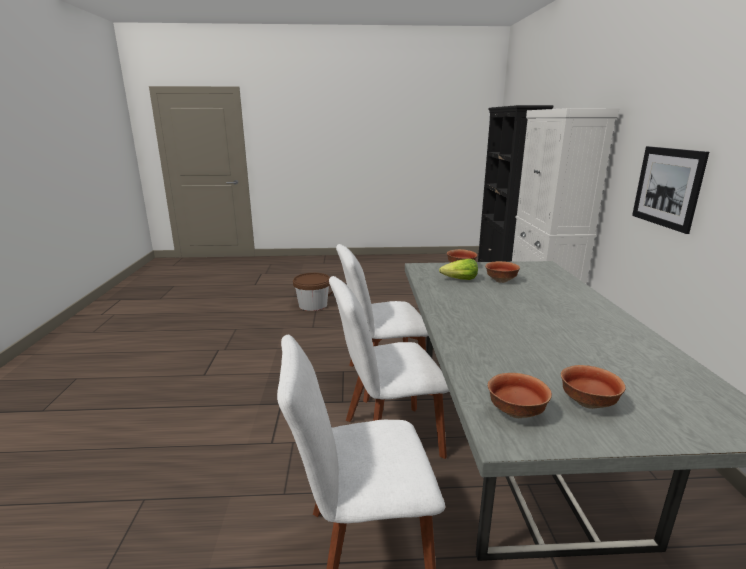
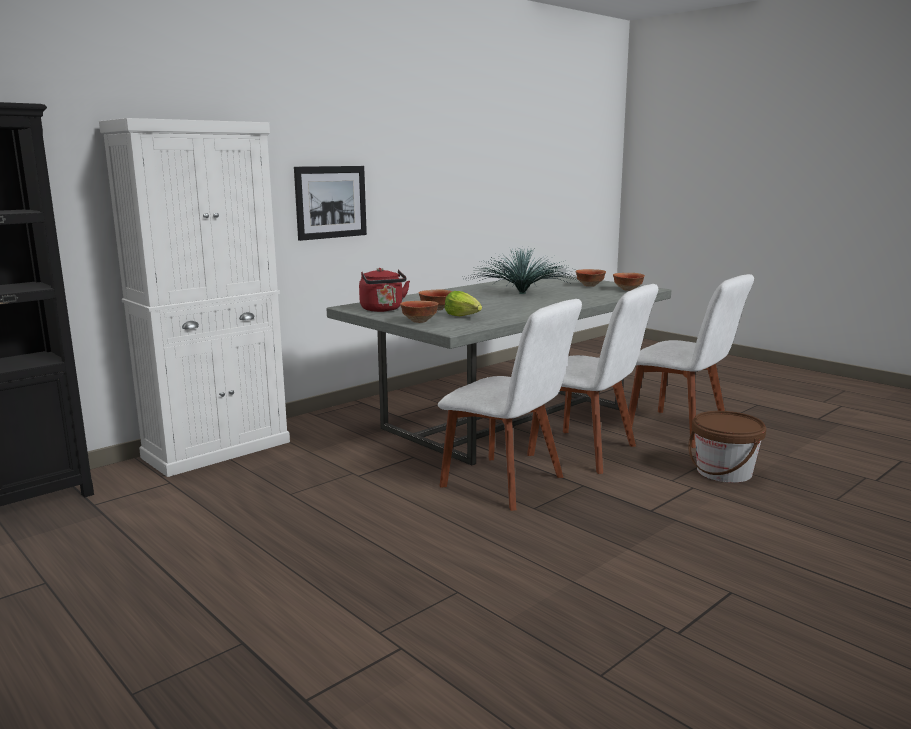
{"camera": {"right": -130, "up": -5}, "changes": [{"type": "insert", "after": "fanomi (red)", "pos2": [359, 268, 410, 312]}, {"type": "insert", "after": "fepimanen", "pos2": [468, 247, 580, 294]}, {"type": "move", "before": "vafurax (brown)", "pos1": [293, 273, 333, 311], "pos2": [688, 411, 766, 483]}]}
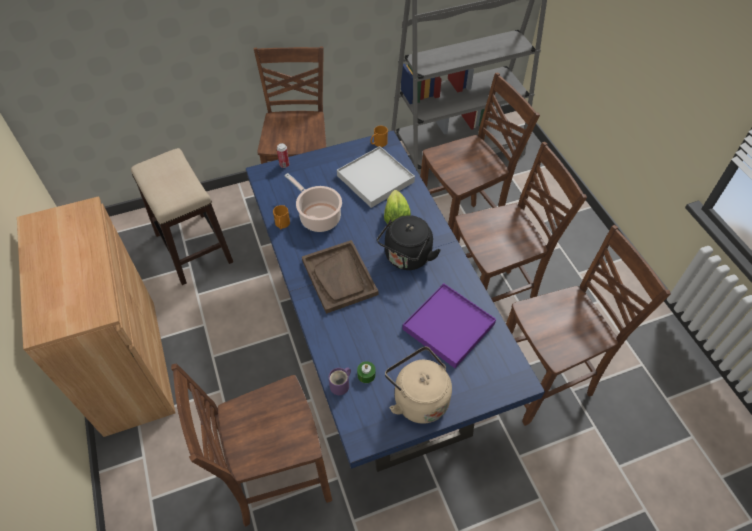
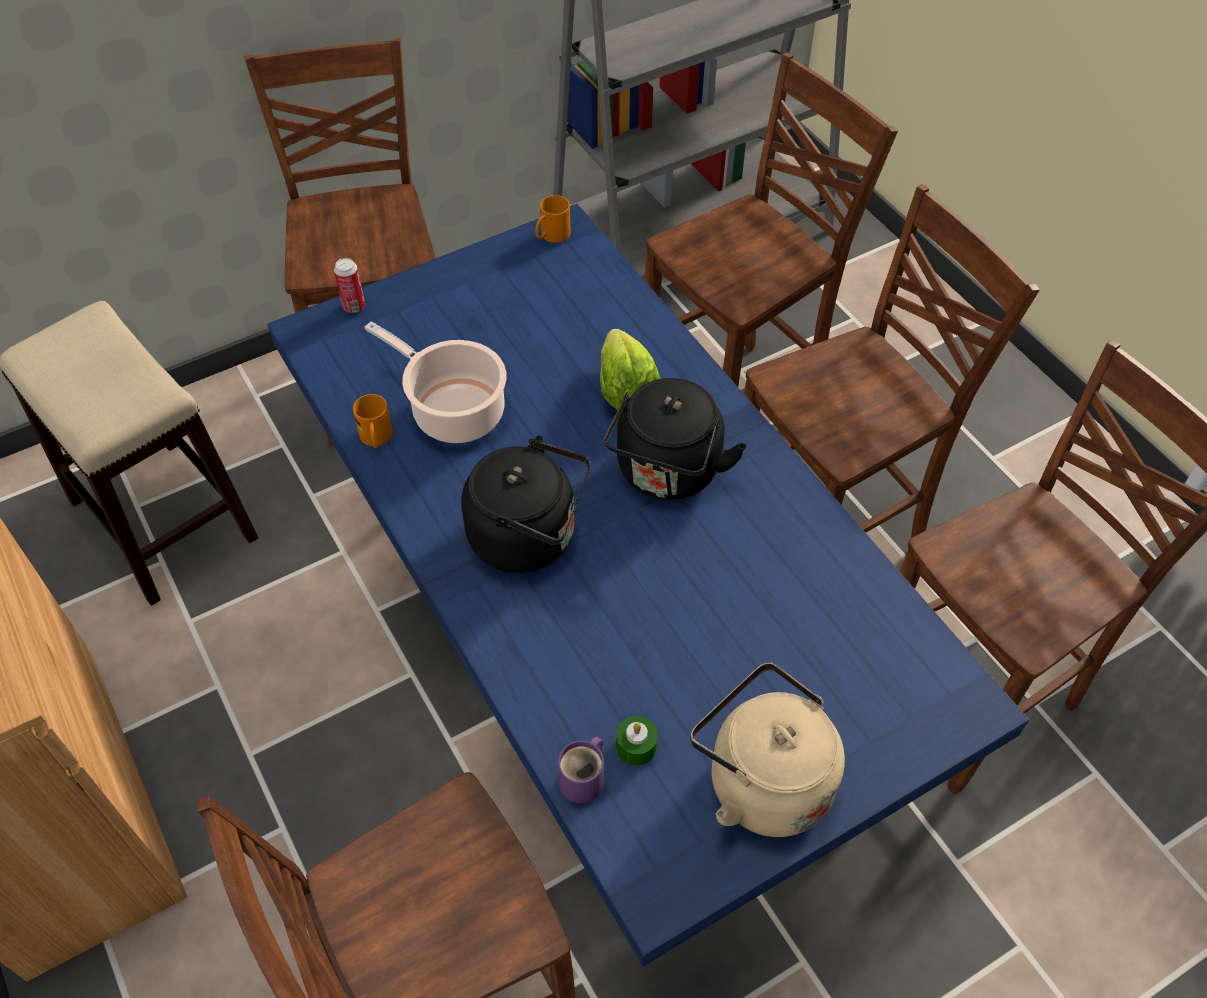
{"camera": {"right": -10, "up": 0}, "changes": [{"type": "replace", "before": "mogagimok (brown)", "after": "fanomi (black)", "pos1": [302, 240, 378, 314], "pos2": [461, 435, 590, 573]}, {"type": "delete", "before": "mogagimok (white)", "pos1": [337, 146, 415, 208]}, {"type": "delete", "before": "mogagimok (purple)", "pos1": [403, 283, 496, 368]}]}
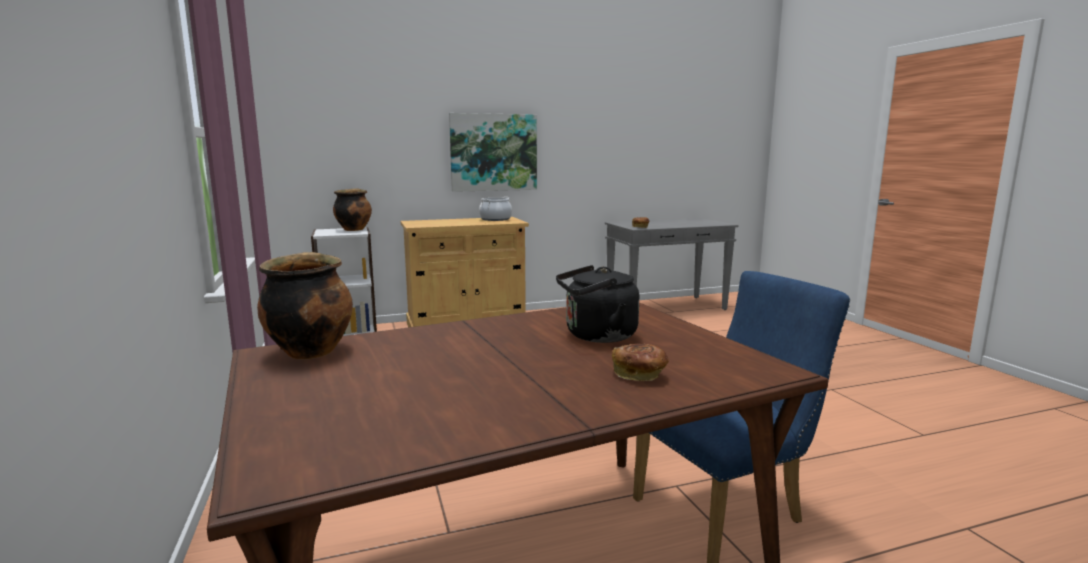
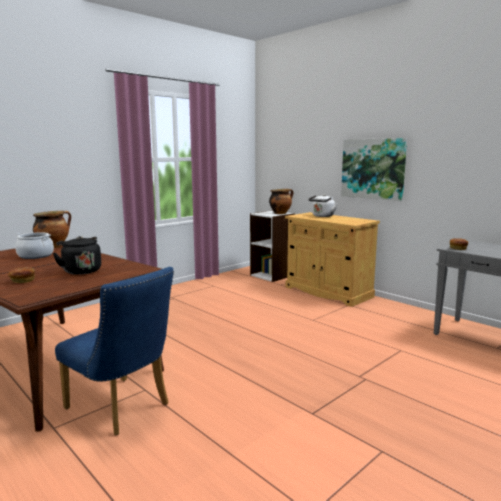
{"camera": {"right": 65, "up": 0}, "changes": [{"type": "move", "before": "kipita", "pos1": [479, 197, 512, 221], "pos2": [15, 232, 54, 259]}, {"type": "insert", "after": "fanomi (white)", "pos2": [309, 195, 338, 217]}]}
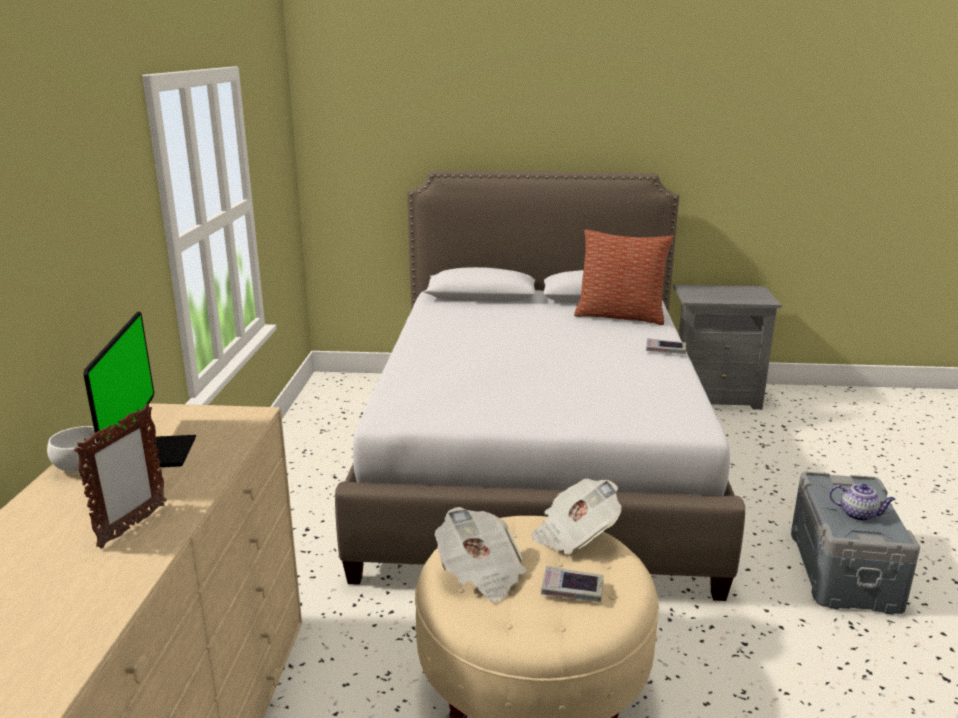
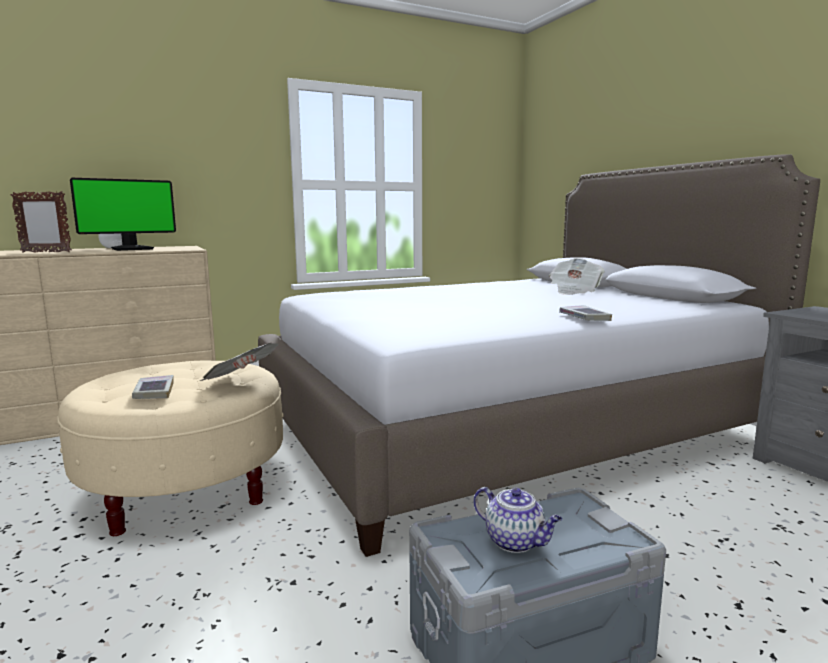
{"camera": {"right": 60, "up": -10}, "changes": [{"type": "rotate", "before": "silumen", "pos1": [829, 484, 896, 521], "pos2": [474, 487, 562, 553], "turn": -45}, {"type": "move", "before": "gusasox", "pos1": [435, 507, 527, 602], "pos2": [549, 258, 605, 295]}, {"type": "delete", "before": "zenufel", "pos1": [574, 230, 673, 325]}]}
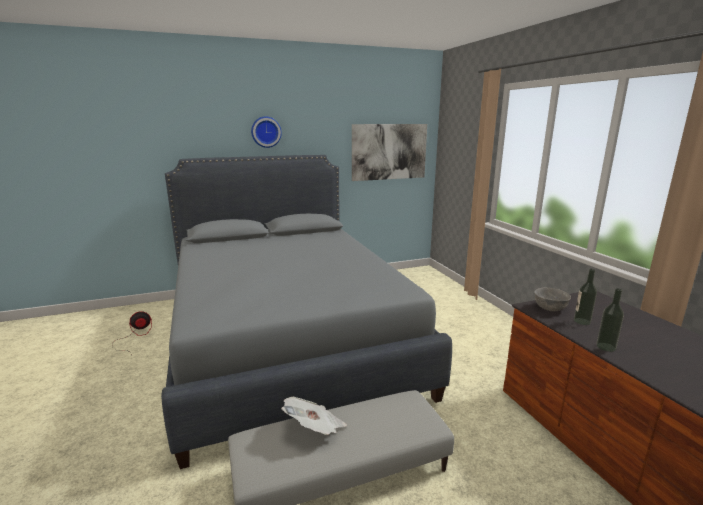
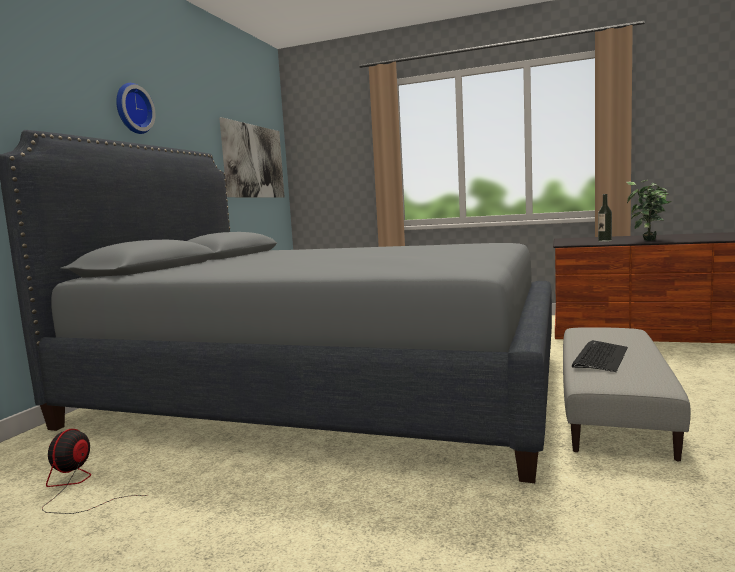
{"camera": {"right": -50, "up": -10}, "changes": [{"type": "replace", "before": "gusasox", "after": "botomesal", "pos1": [281, 397, 347, 435], "pos2": [572, 340, 628, 372]}, {"type": "replace", "before": "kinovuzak", "after": "fepimanen", "pos1": [596, 288, 624, 352], "pos2": [627, 180, 672, 241]}, {"type": "delete", "before": "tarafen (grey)", "pos1": [534, 287, 571, 311]}]}
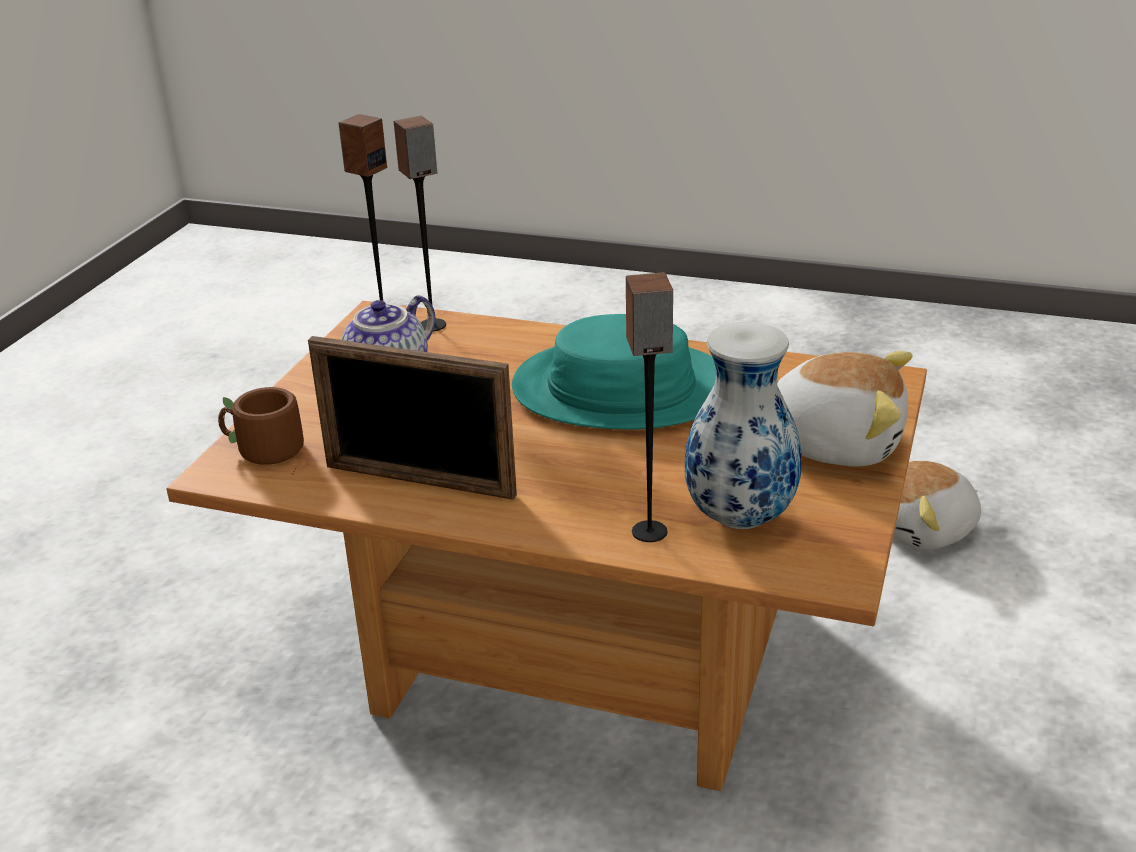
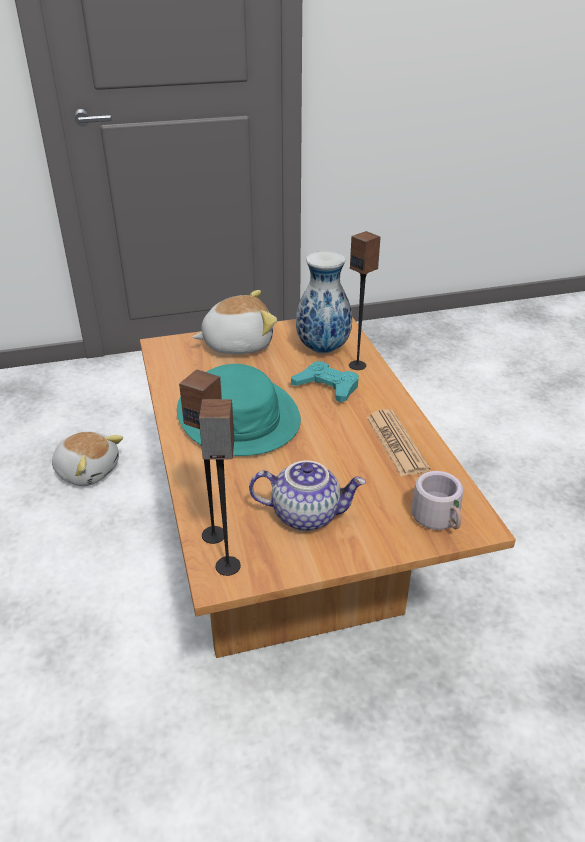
{"camera": {"right": -125, "up": 5}, "changes": [{"type": "rotate", "before": "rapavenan", "pos1": [777, 351, 912, 466], "pos2": [192, 290, 277, 354], "turn": 90}, {"type": "insert", "after": "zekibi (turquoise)", "pos2": [291, 361, 359, 402]}, {"type": "replace", "before": "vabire", "after": "gusasox", "pos1": [308, 336, 517, 500], "pos2": [366, 409, 430, 476]}, {"type": "recolor", "before": "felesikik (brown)", "after": "felesikik (grey)", "pos1": [218, 387, 304, 475], "pos2": [412, 471, 463, 530]}]}
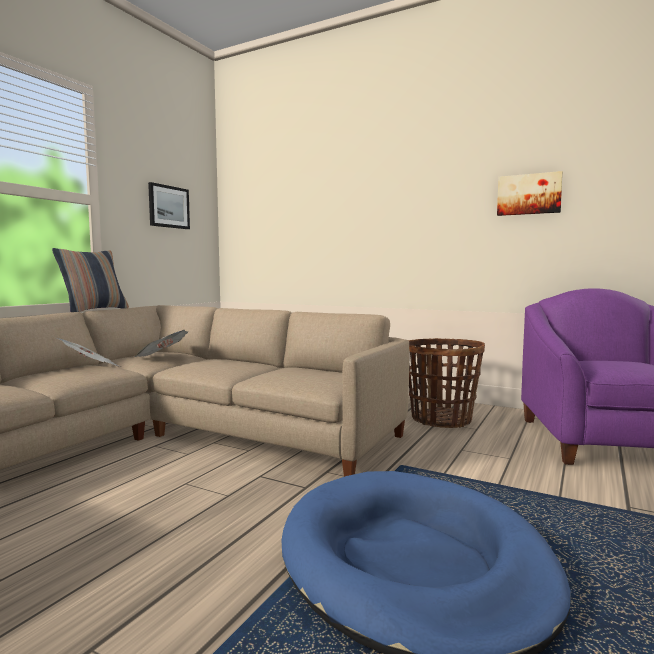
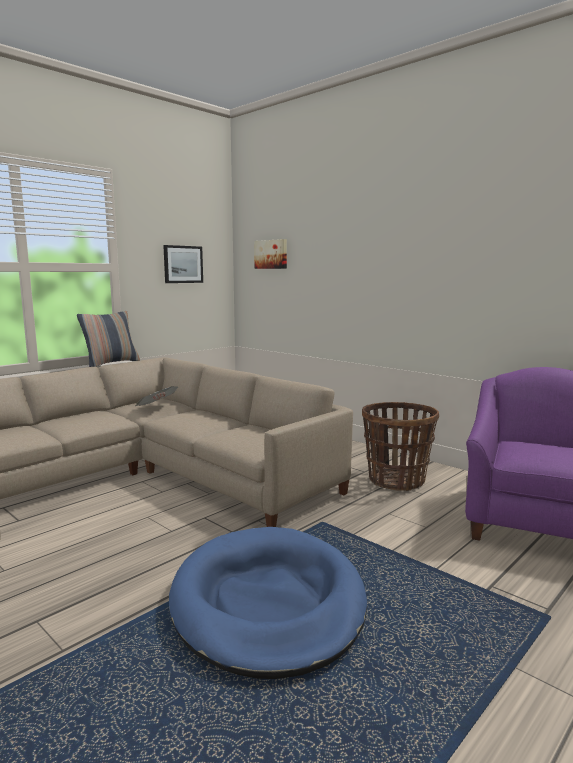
{"camera": {"right": 15, "up": 5}, "changes": [{"type": "move", "before": "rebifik", "pos1": [497, 171, 563, 216], "pos2": [254, 239, 287, 269]}, {"type": "delete", "before": "gusasox", "pos1": [57, 338, 122, 367]}]}
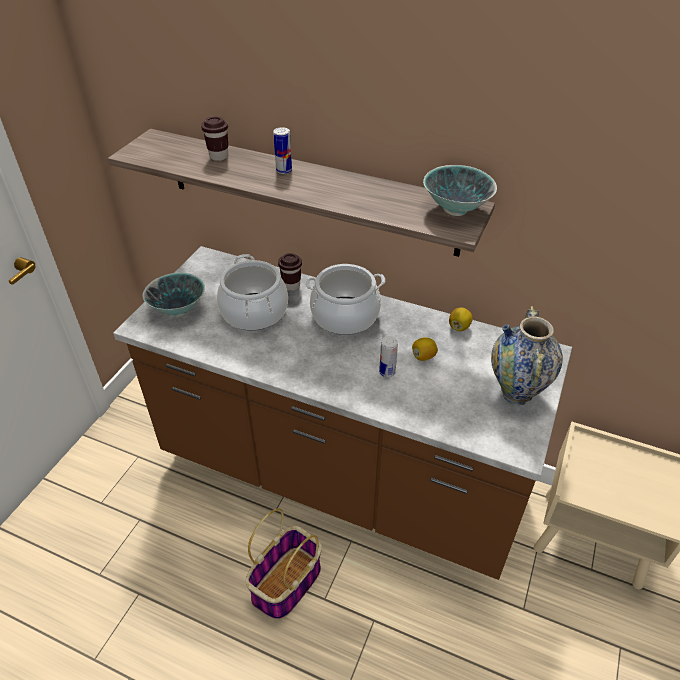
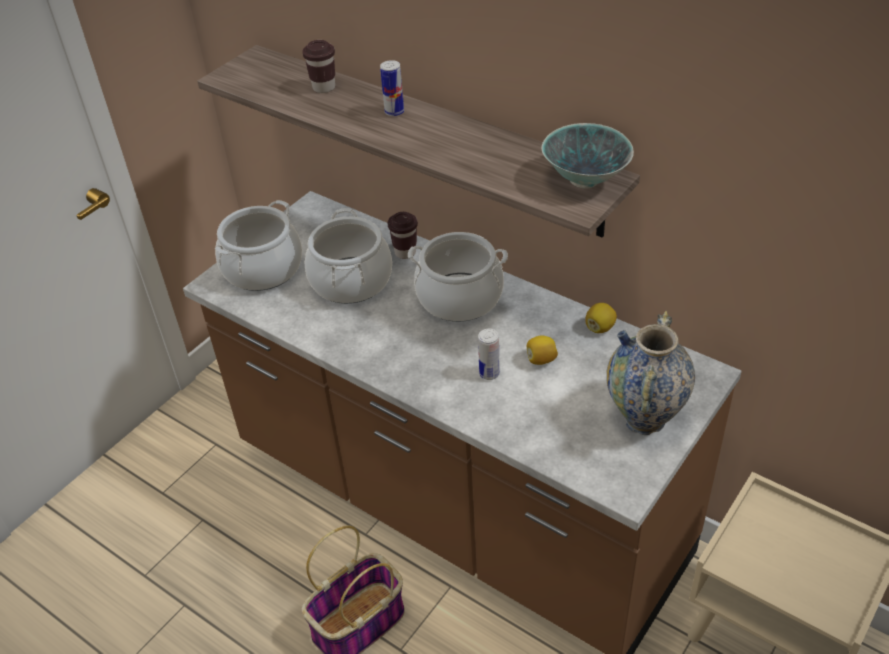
{"camera": {"right": 15, "up": 0}, "changes": [{"type": "replace", "before": "tarafen", "after": "kipita", "pos1": [143, 272, 205, 317], "pos2": [215, 200, 302, 291]}]}
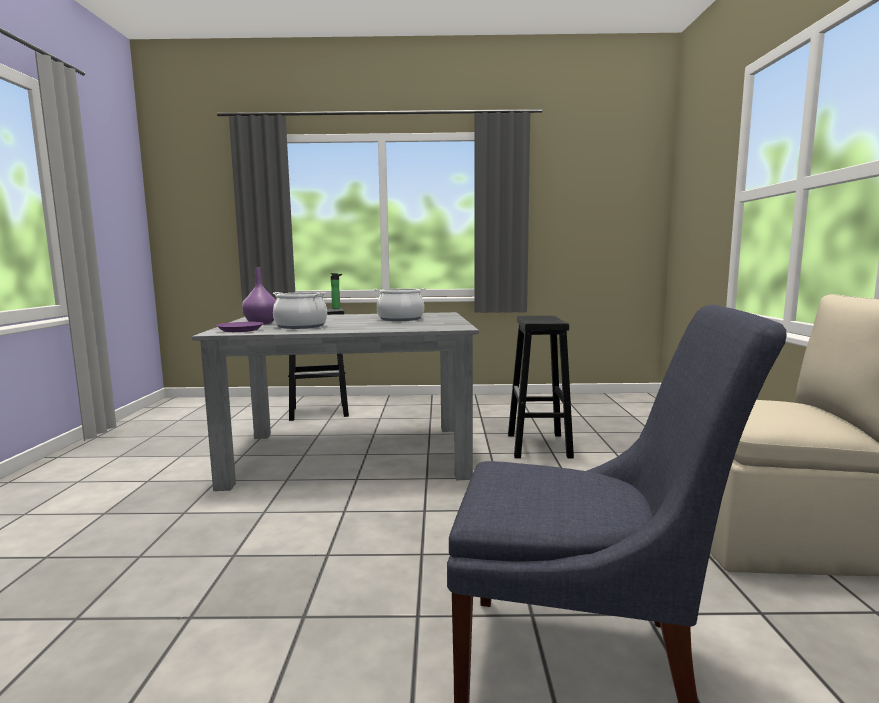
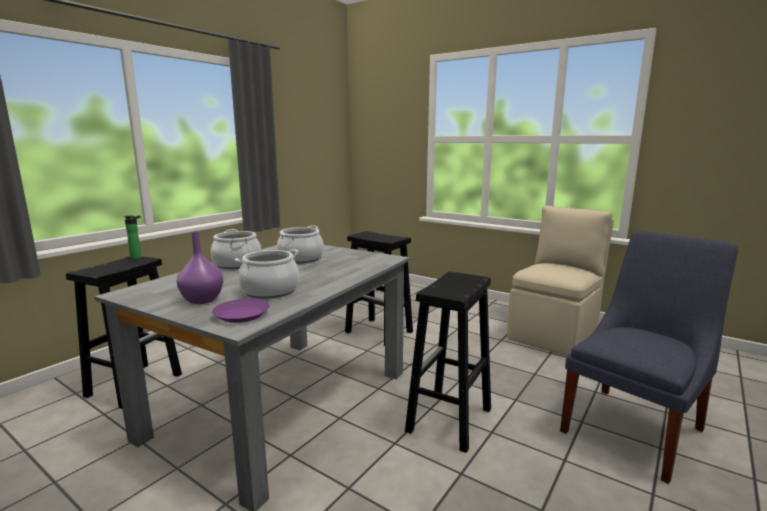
{"camera": {"right": -55, "up": 5}, "changes": [{"type": "insert", "after": "kipita", "pos2": [211, 229, 261, 269]}, {"type": "insert", "after": "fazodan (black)", "pos2": [405, 271, 491, 453]}]}
